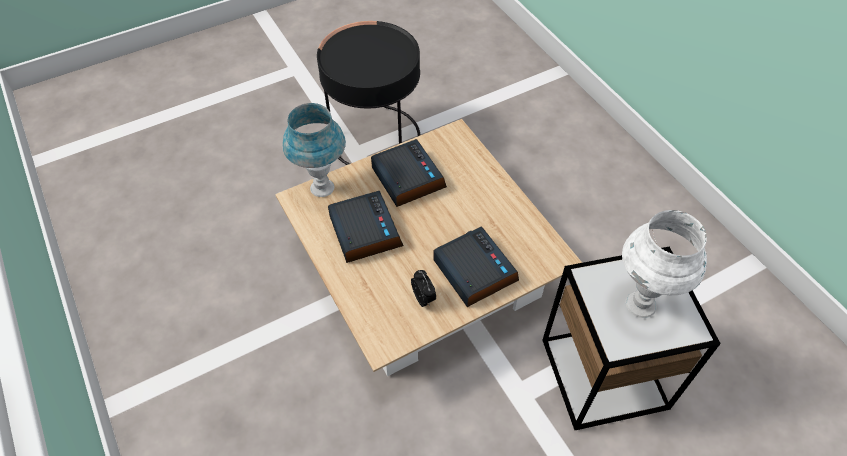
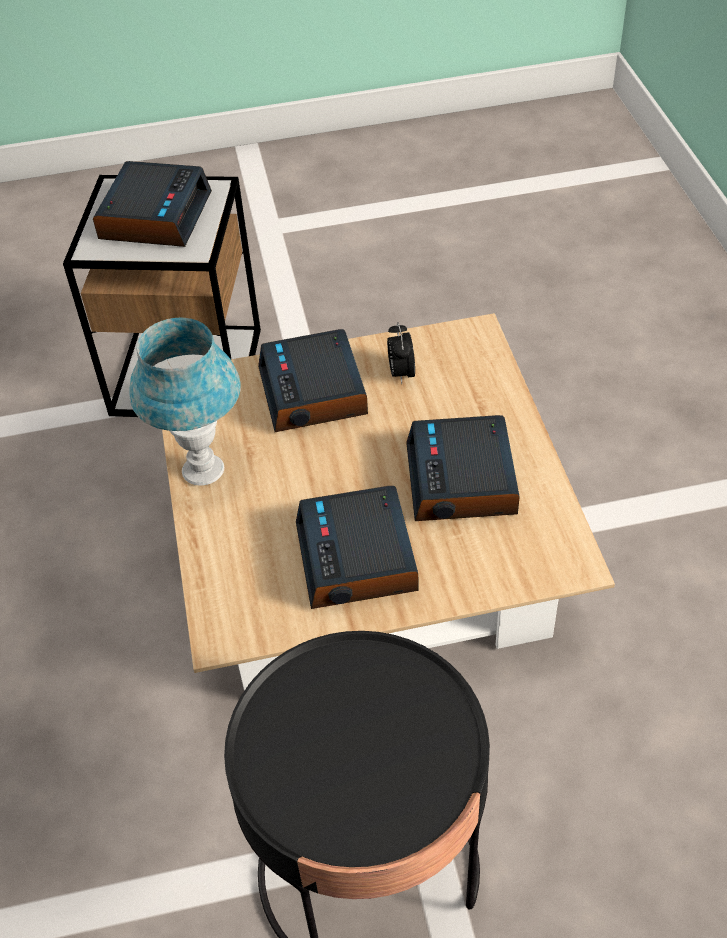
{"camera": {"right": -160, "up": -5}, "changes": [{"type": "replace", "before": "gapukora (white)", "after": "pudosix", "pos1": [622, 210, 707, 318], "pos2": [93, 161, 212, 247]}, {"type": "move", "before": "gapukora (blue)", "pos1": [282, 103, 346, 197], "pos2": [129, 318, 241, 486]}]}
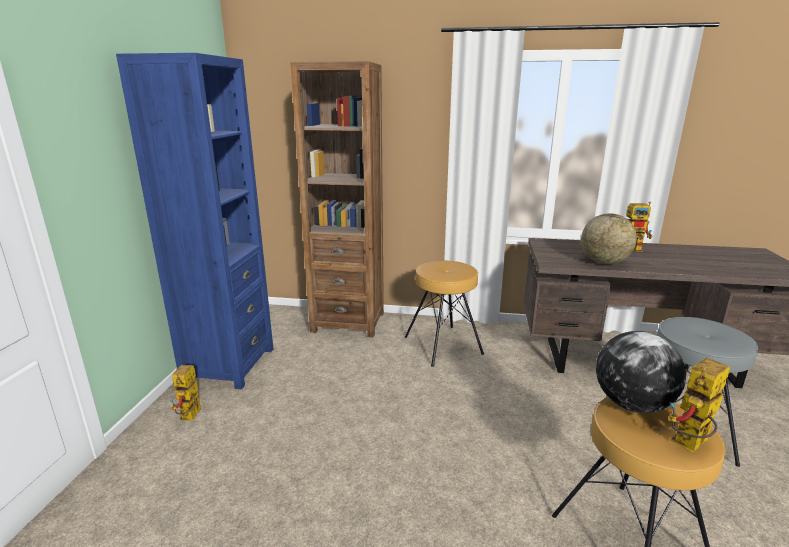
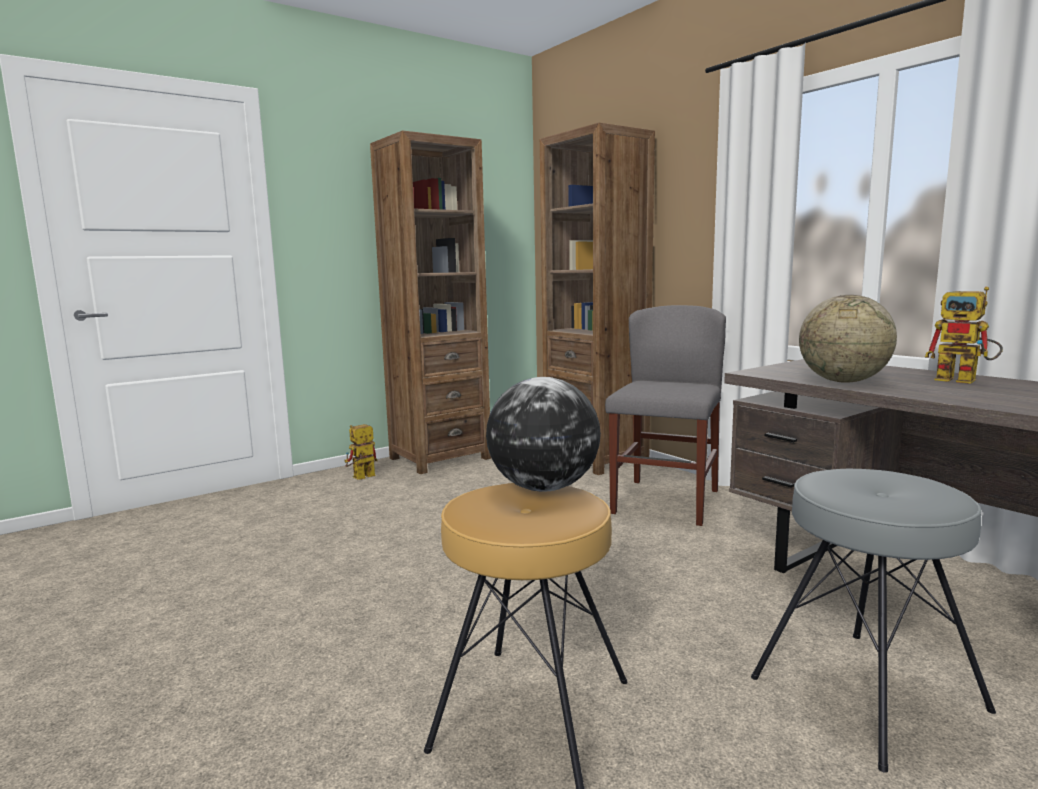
{"camera": {"right": 45, "up": -10}, "changes": [{"type": "recolor", "before": "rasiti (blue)", "after": "rasiti (brown)", "pos1": [116, 53, 273, 389], "pos2": [370, 131, 491, 474]}, {"type": "replace", "before": "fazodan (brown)", "after": "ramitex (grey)", "pos1": [405, 261, 484, 367], "pos2": [605, 305, 726, 526]}, {"type": "delete", "before": "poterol", "pos1": [668, 357, 730, 452]}]}
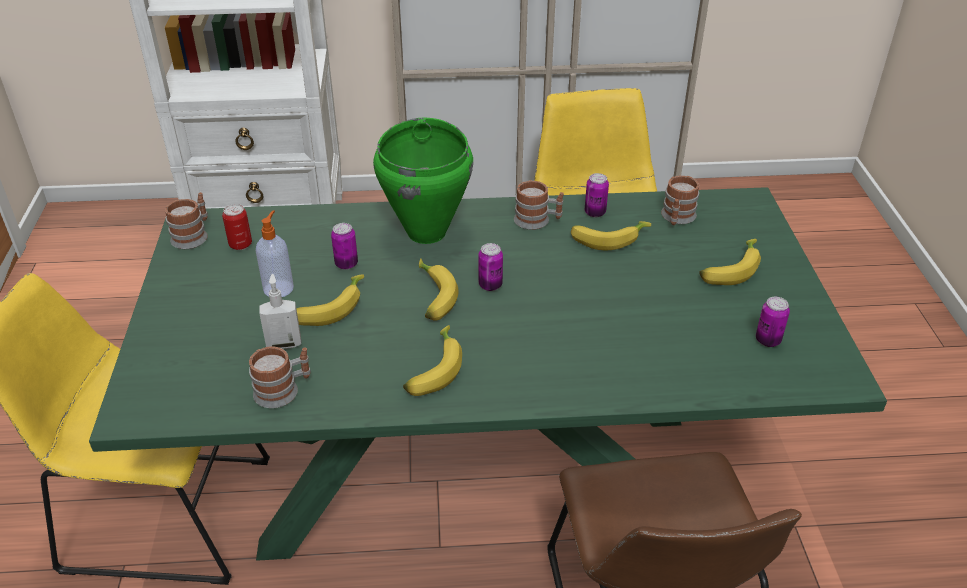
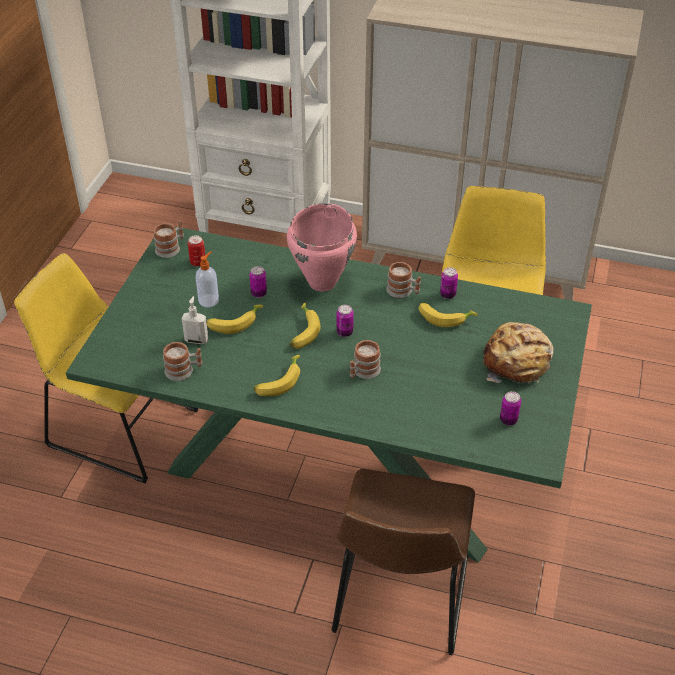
{"camera": {"right": 20, "up": 5}, "changes": [{"type": "recolor", "before": "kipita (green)", "after": "kipita (pink)", "pos1": [373, 118, 473, 244], "pos2": [287, 203, 357, 291]}, {"type": "move", "before": "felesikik", "pos1": [661, 175, 699, 225], "pos2": [350, 340, 381, 379]}, {"type": "replace", "before": "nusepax", "after": "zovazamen", "pos1": [699, 239, 761, 285], "pos2": [483, 322, 554, 383]}]}
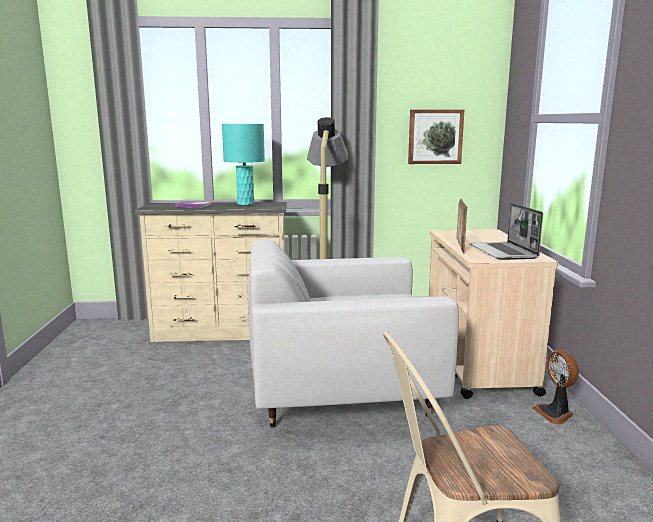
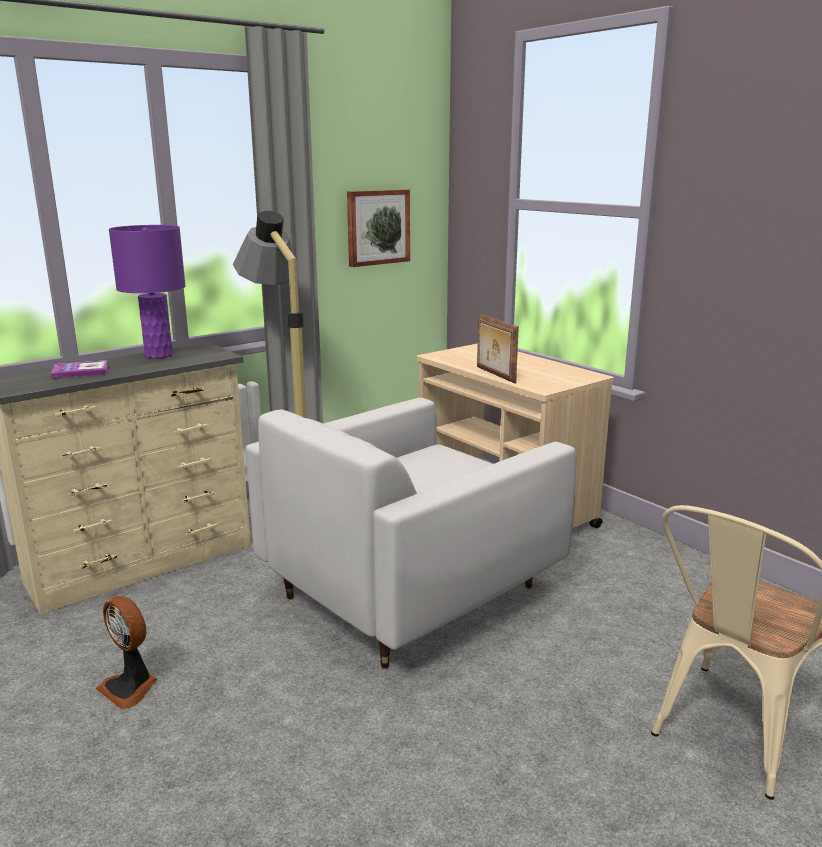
{"camera": {"right": -35, "up": 5}, "changes": [{"type": "move", "before": "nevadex", "pos1": [532, 350, 579, 424], "pos2": [96, 596, 157, 709]}, {"type": "recolor", "before": "gapukora (turquoise)", "after": "gapukora (purple)", "pos1": [222, 124, 265, 205], "pos2": [109, 225, 186, 359]}, {"type": "delete", "before": "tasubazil", "pos1": [469, 203, 543, 260]}]}
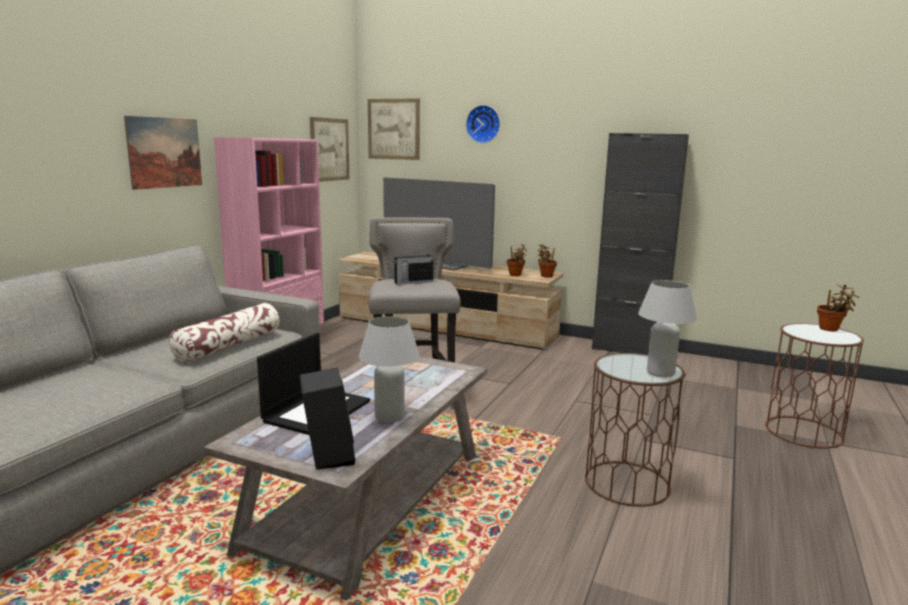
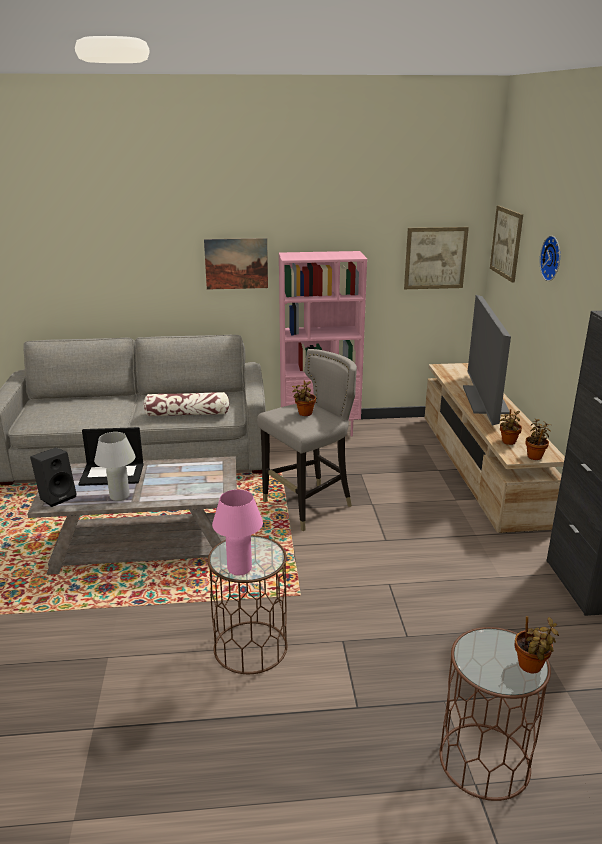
{"camera": {"right": 60, "up": 10}, "changes": [{"type": "recolor", "before": "gapukora (white)", "after": "gapukora (pink)", "pos1": [638, 280, 697, 377], "pos2": [212, 489, 263, 575]}, {"type": "replace", "before": "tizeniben", "after": "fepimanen", "pos1": [393, 250, 434, 285], "pos2": [292, 380, 316, 416]}]}
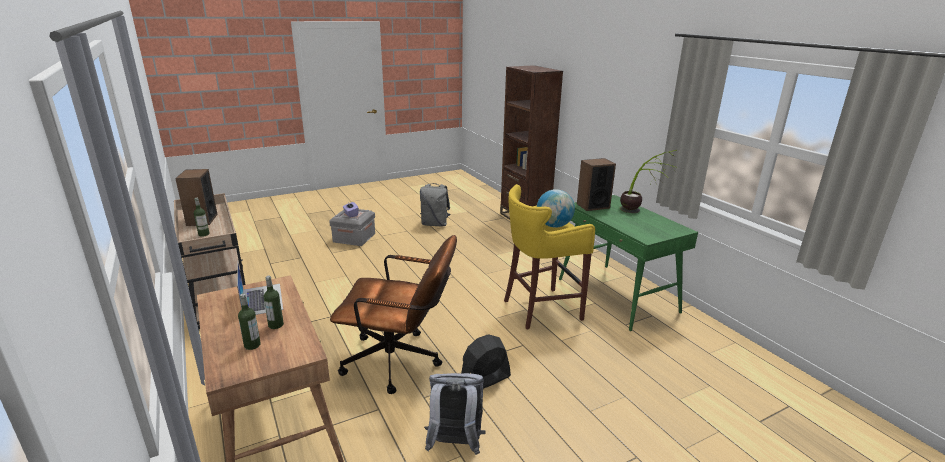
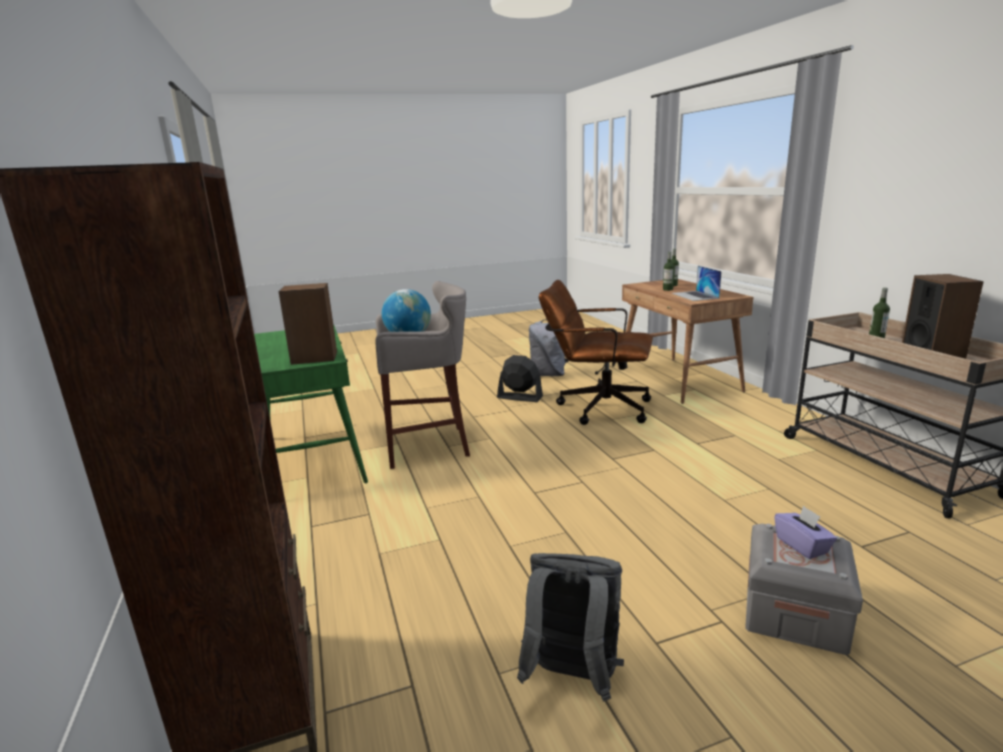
{"camera": {"right": -170, "up": -5}, "changes": [{"type": "recolor", "before": "fazodan (yellow)", "after": "fazodan (grey)", "pos1": [504, 184, 595, 330], "pos2": [375, 281, 470, 469]}, {"type": "rotate", "before": "nevadex (black)", "pos1": [461, 334, 511, 389], "pos2": [497, 355, 543, 402], "turn": -135}, {"type": "delete", "before": "fepimanen", "pos1": [620, 150, 677, 213]}]}
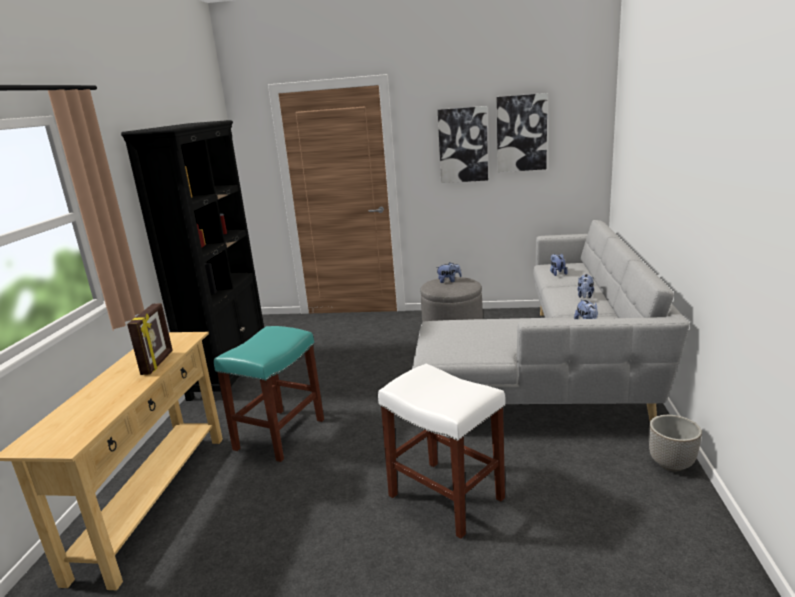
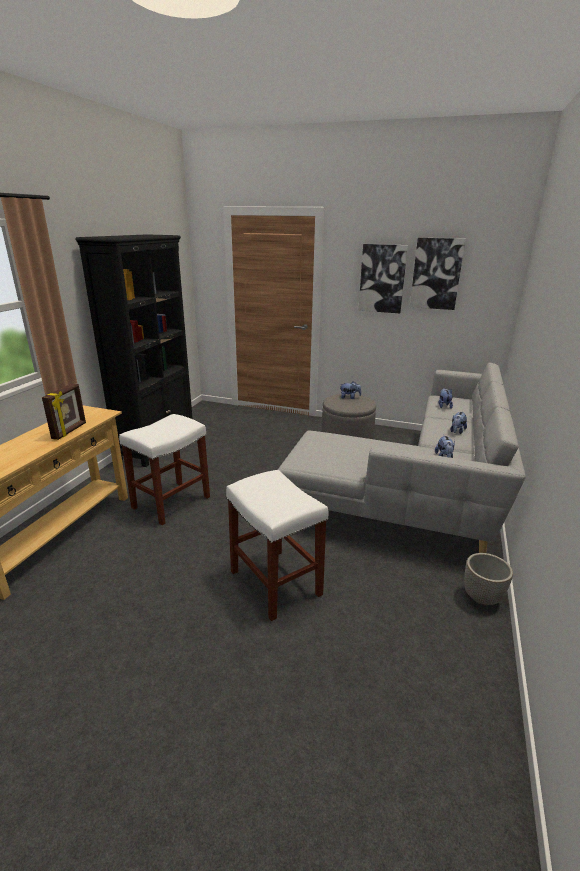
{"camera": {"right": 10, "up": 5}, "changes": [{"type": "recolor", "before": "fazodan (turquoise)", "after": "fazodan (white)", "pos1": [214, 326, 324, 462], "pos2": [119, 414, 210, 525]}]}
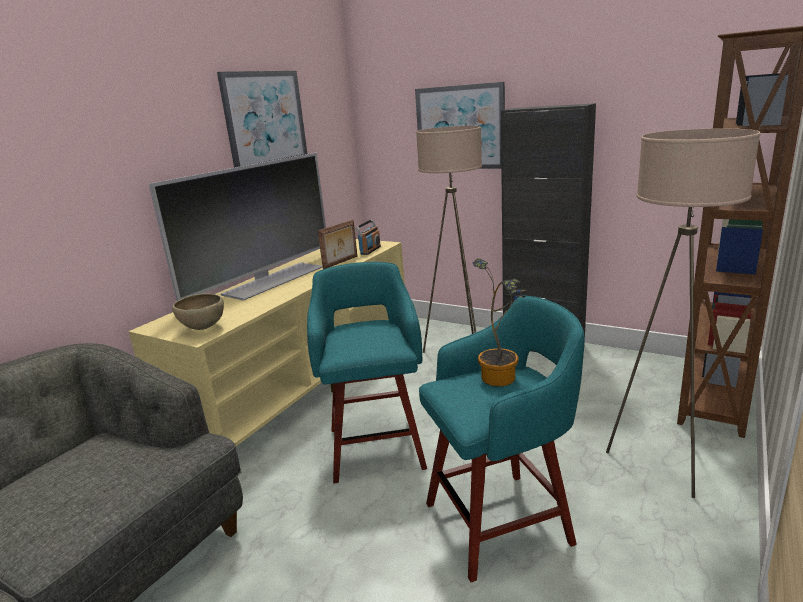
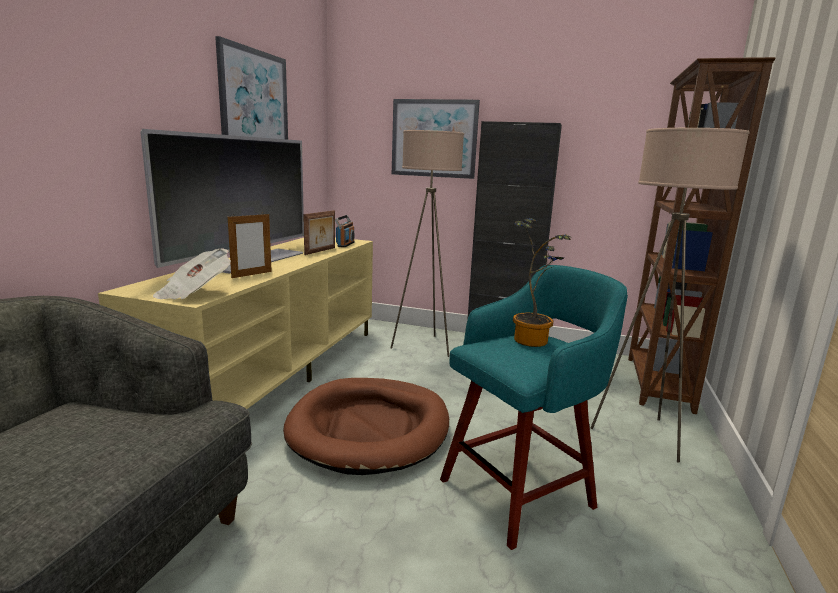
{"camera": {"right": -15, "up": -5}, "changes": [{"type": "replace", "before": "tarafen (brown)", "after": "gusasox", "pos1": [172, 294, 224, 330], "pos2": [153, 248, 231, 299]}, {"type": "insert", "after": "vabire", "pos2": [228, 212, 272, 278]}, {"type": "replace", "before": "fazodan (turquoise)", "after": "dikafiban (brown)", "pos1": [307, 262, 427, 483], "pos2": [283, 378, 449, 475]}]}
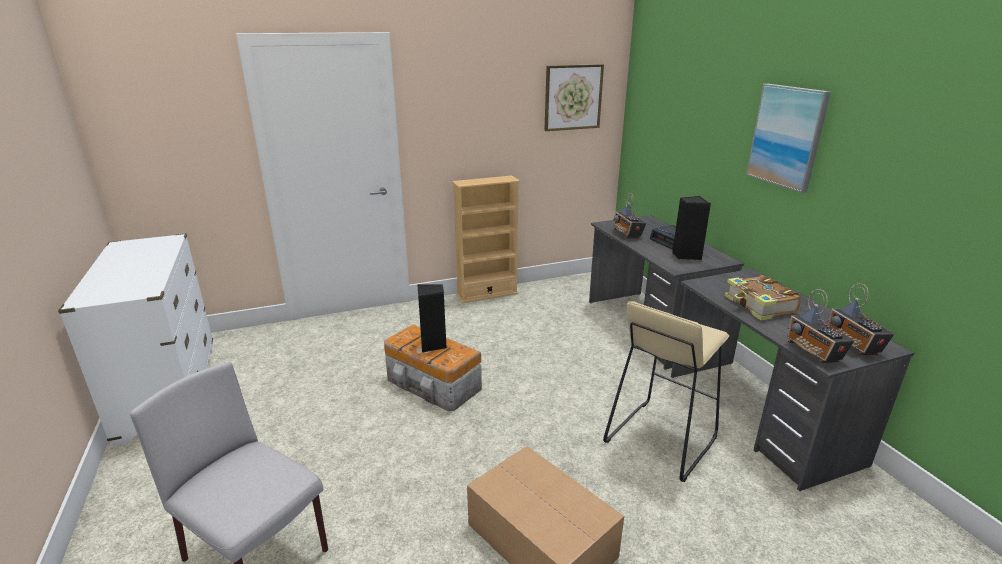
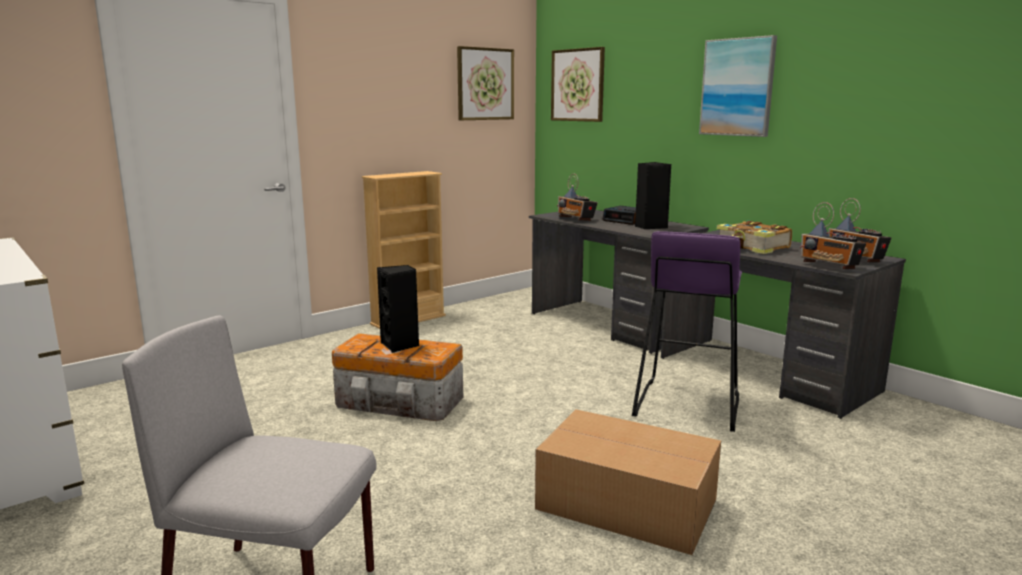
{"camera": {"right": -20, "up": -10}, "changes": [{"type": "insert", "after": "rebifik", "pos2": [551, 47, 605, 122]}, {"type": "recolor", "before": "fazodan (beige)", "after": "fazodan (purple)", "pos1": [603, 301, 729, 482], "pos2": [632, 231, 742, 432]}]}
